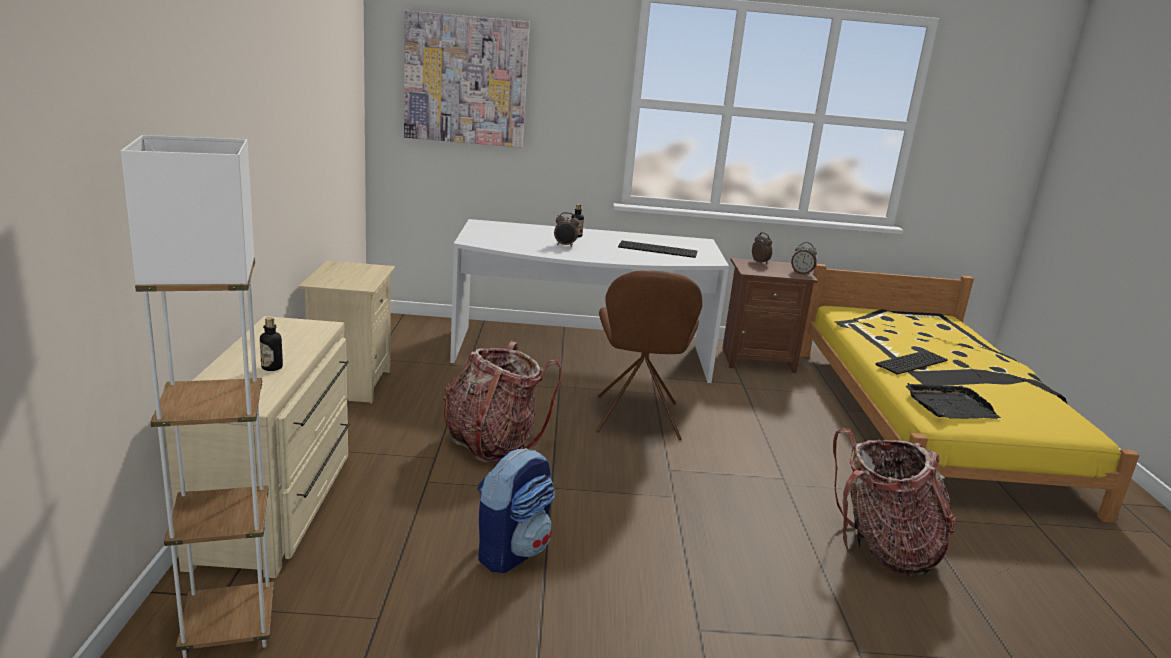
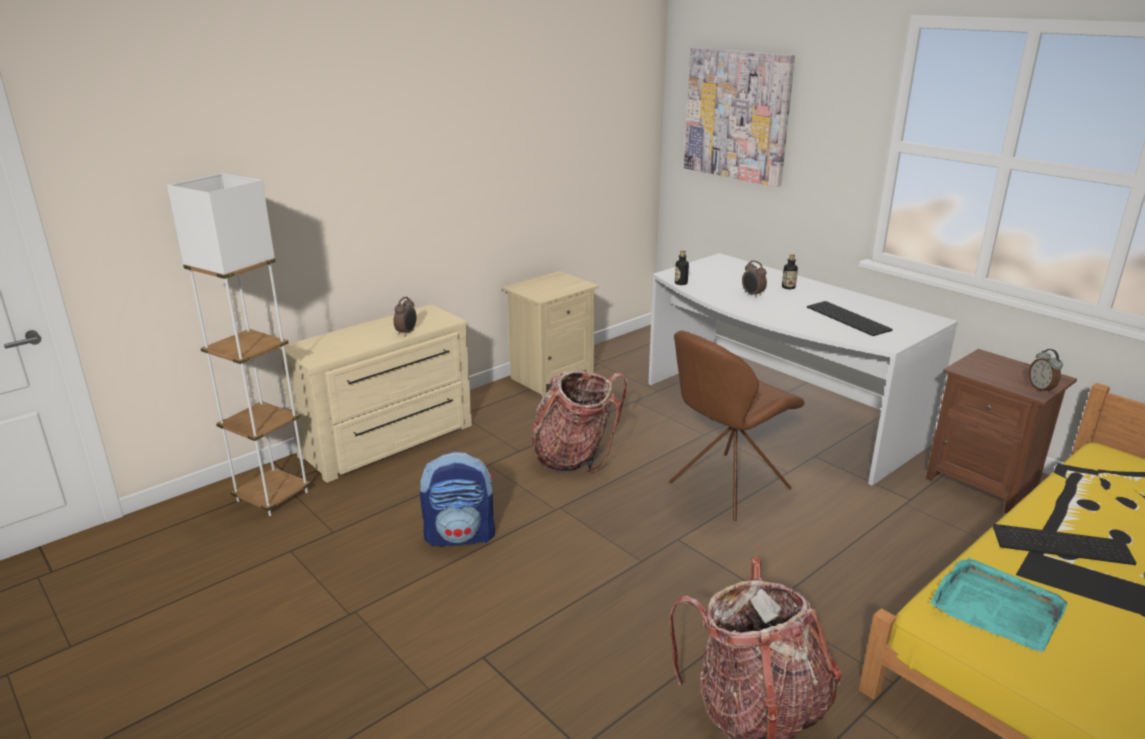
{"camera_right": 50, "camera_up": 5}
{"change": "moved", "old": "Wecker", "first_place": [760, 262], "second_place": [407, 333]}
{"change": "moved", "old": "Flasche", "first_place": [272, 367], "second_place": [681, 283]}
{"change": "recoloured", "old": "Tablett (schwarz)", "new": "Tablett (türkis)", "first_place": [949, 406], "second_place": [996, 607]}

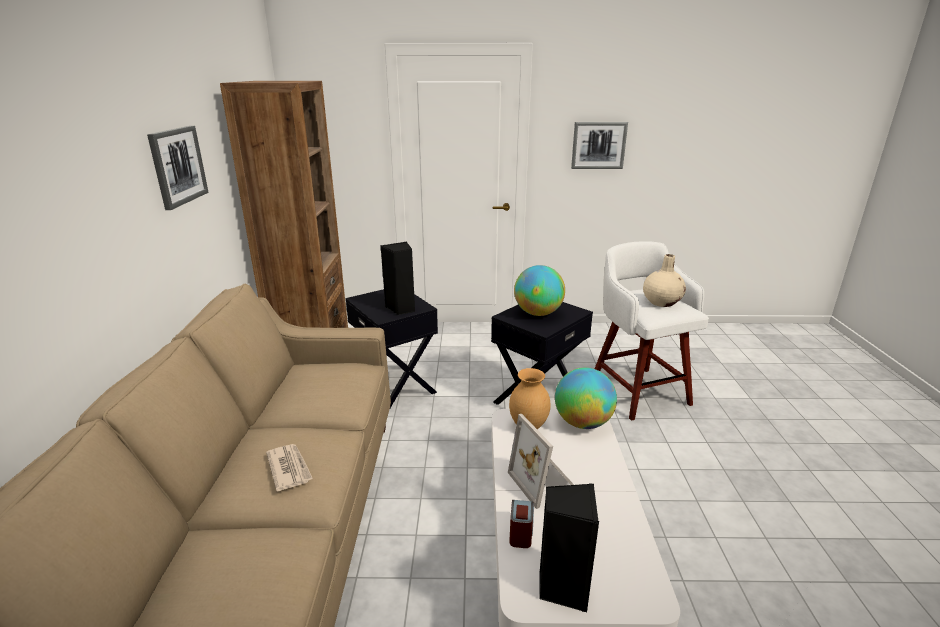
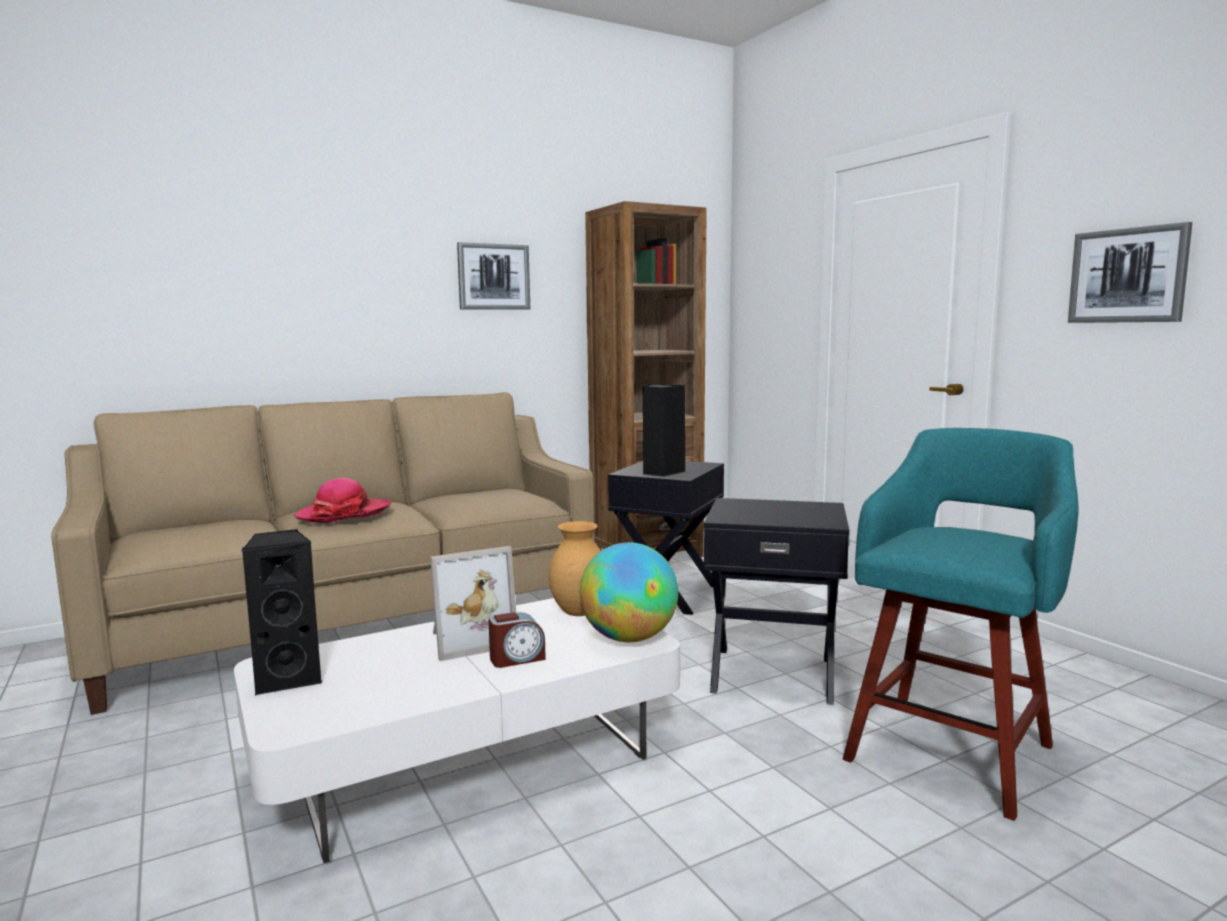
{"camera_right": 60, "camera_up": -15}
{"change": "recoloured", "old": "Hocker (weiß)", "new": "Hocker (türkis)", "first_place": [637, 391], "second_place": [952, 749]}
{"change": "removed", "old": "Vase (beige)", "first_place": [662, 302]}
{"change": "removed", "old": "Globus", "first_place": [538, 313]}
{"change": "turned", "old": "Bilderrahmen", "first_place": [544, 482], "second_place": [470, 639], "degrees": -150}
{"change": "replaced", "old": "Zeitung", "new": "Hut", "first_place": [289, 468], "second_place": [344, 514]}
{"change": "moved", "old": "Wecker", "first_place": [521, 532], "second_place": [517, 659]}

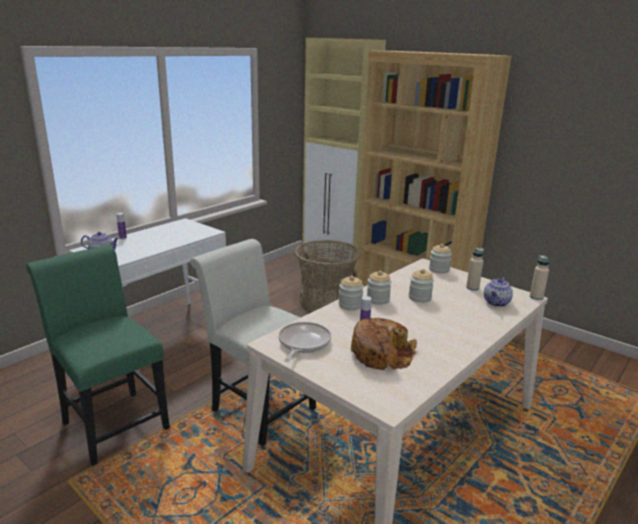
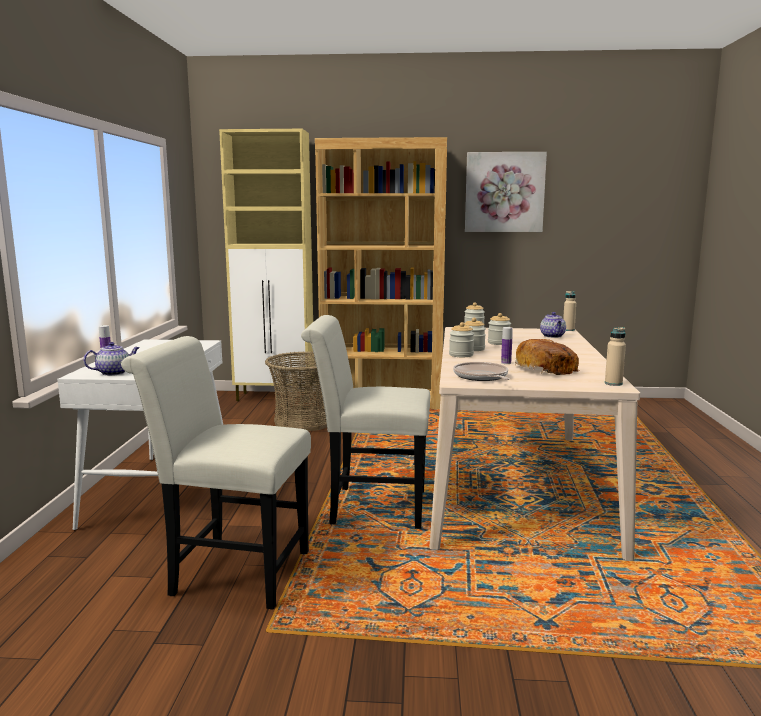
{"camera_right": -35, "camera_up": -10}
{"change": "recoloured", "old": "Stuhl (grün)", "new": "Stuhl (weiß)", "first_place": [112, 421], "second_place": [231, 572]}
{"change": "moved", "old": "Flasche (beige)", "first_place": [472, 288], "second_place": [613, 383]}
{"change": "added", "new": "Bild", "second_place": [504, 192]}

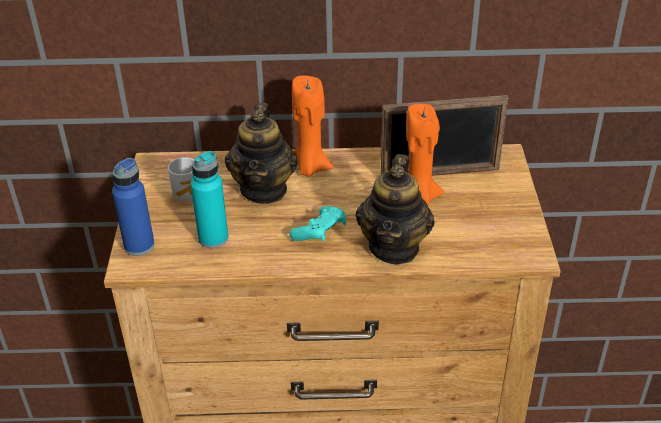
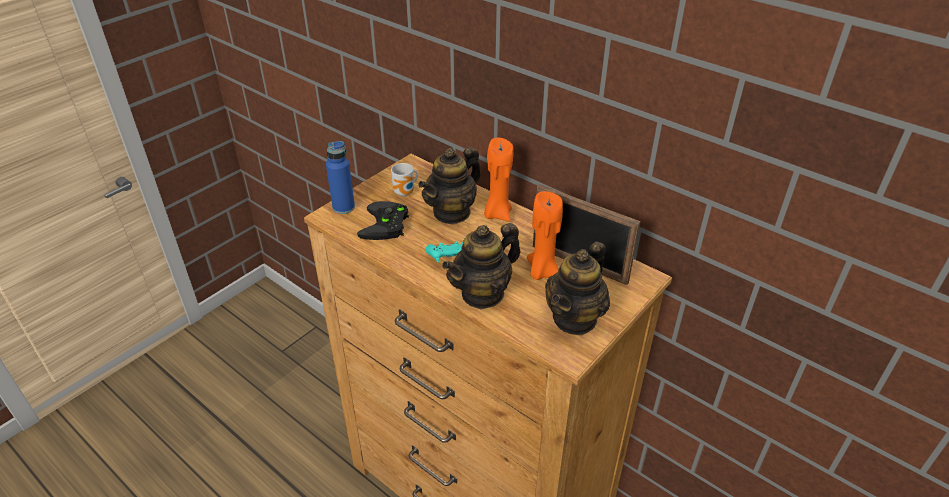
{"camera_right": 40, "camera_up": 0}
{"change": "replaced", "old": "Flasche (türkis)", "new": "Gamepad (schwarz)", "first_place": [213, 238], "second_place": [386, 225]}
{"change": "added", "new": "Teekanne", "second_place": [575, 318]}

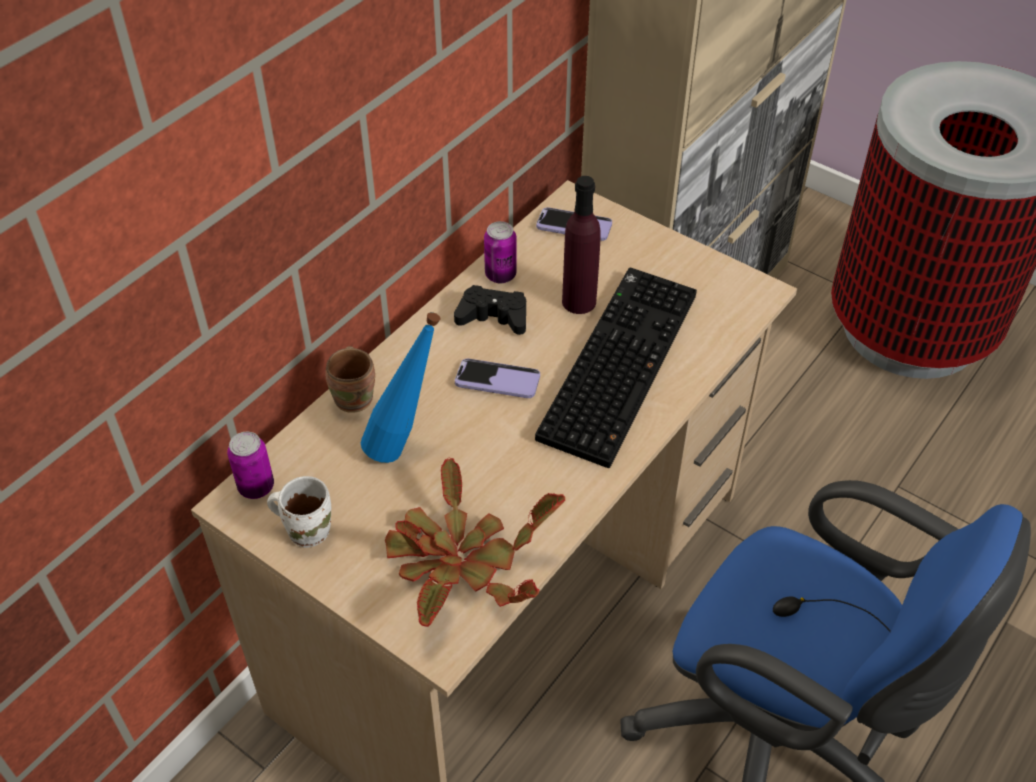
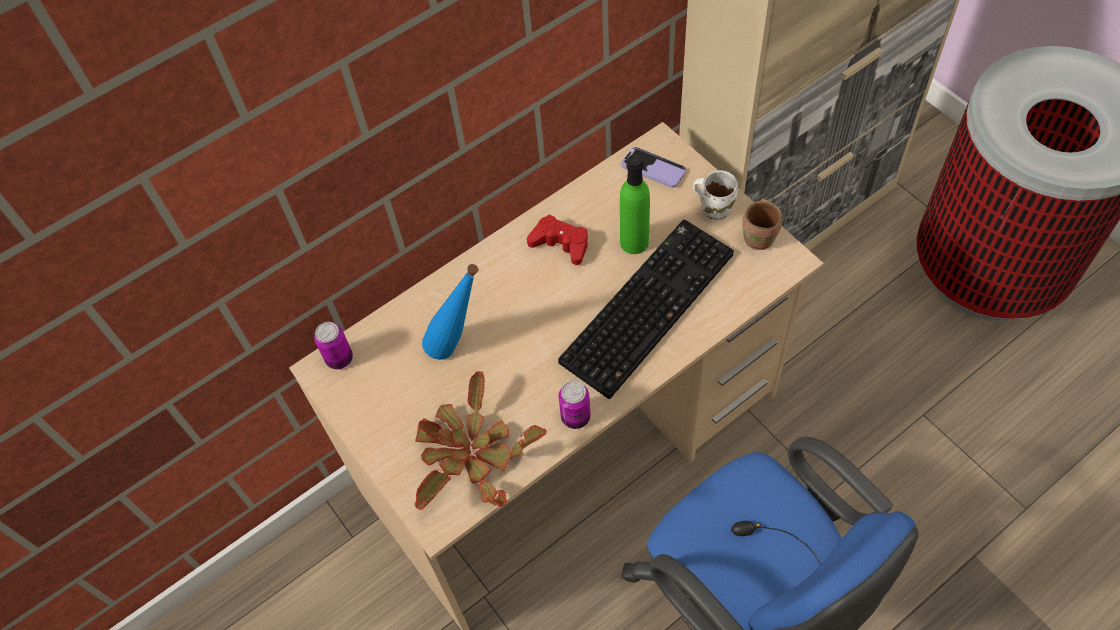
{"camera_right": 20, "camera_up": 10}
{"change": "recoloured", "old": "Flasche (lila)", "new": "Flasche (grün)", "first_place": [579, 302], "second_place": [634, 242]}
{"change": "moved", "old": "Dose", "first_place": [500, 275], "second_place": [575, 417]}
{"change": "recoloured", "old": "Gamepad (schwarz)", "new": "Gamepad (rot)", "first_place": [493, 317], "second_place": [560, 243]}
{"change": "moved", "old": "Henkelbecher (braun)", "first_place": [356, 397], "second_place": [760, 237]}
{"change": "removed", "old": "Handy", "first_place": [497, 380]}
{"change": "moved", "old": "Henkelbecher (weiß)", "first_place": [307, 529], "second_place": [715, 207]}

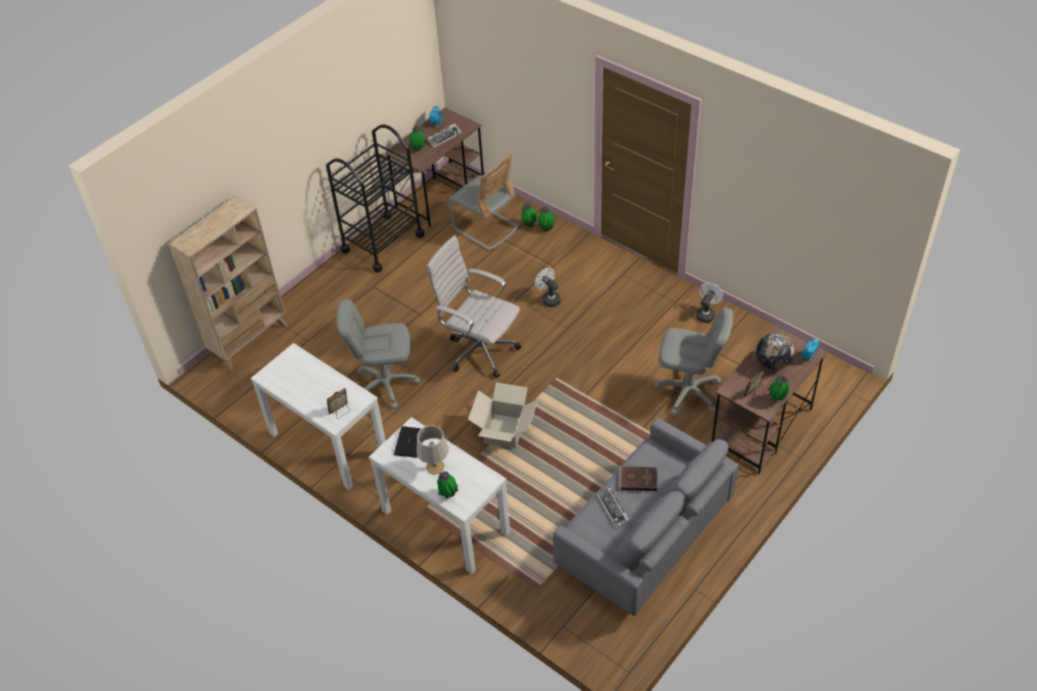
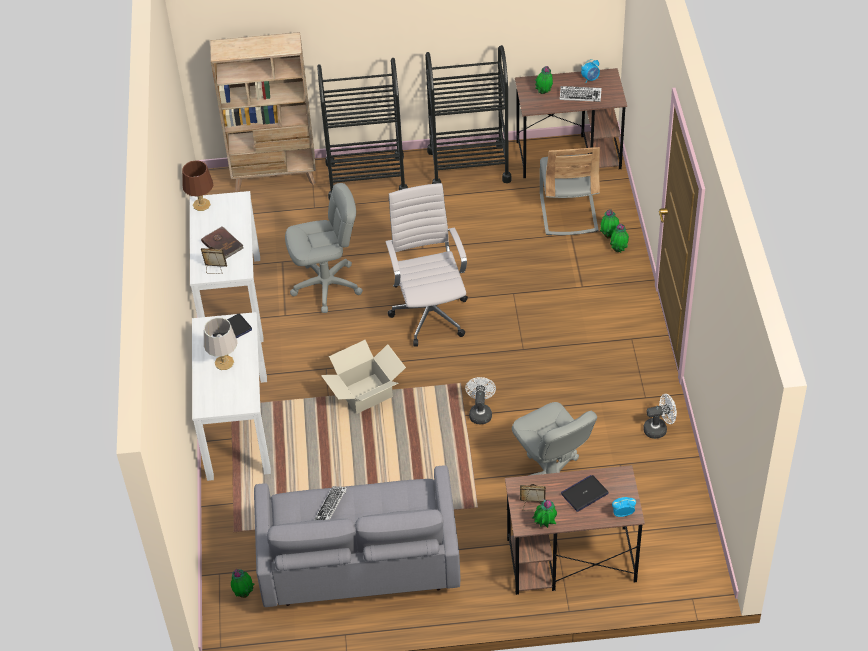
{"camera_right": 45, "camera_up": 0}
{"change": "moved", "old": "Ventilator (weiß)", "first_place": [549, 298], "second_place": [480, 412]}
{"change": "turned", "old": "Bürostuhl (grau)", "first_place": [385, 384], "second_place": [327, 286], "degrees": 120}
{"change": "replaced", "old": "Globus", "new": "Laptop", "first_place": [772, 363], "second_place": [584, 493]}
{"change": "moved", "old": "Buch (braun)", "first_place": [638, 479], "second_place": [222, 244]}
{"change": "moved", "old": "Topfpflanze", "first_place": [448, 494], "second_place": [244, 593]}
{"change": "added", "new": "Rollwagen (schwarz)", "second_place": [366, 178]}
{"change": "added", "new": "Tischlampe (braun)", "second_place": [202, 205]}

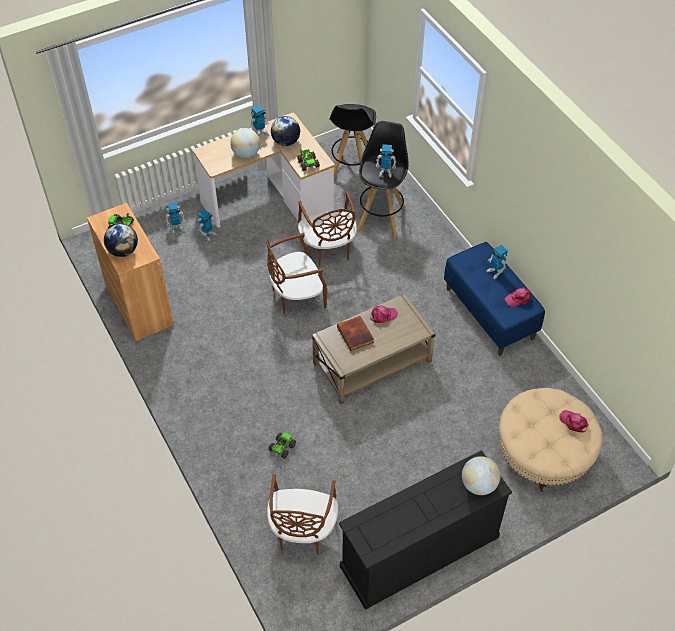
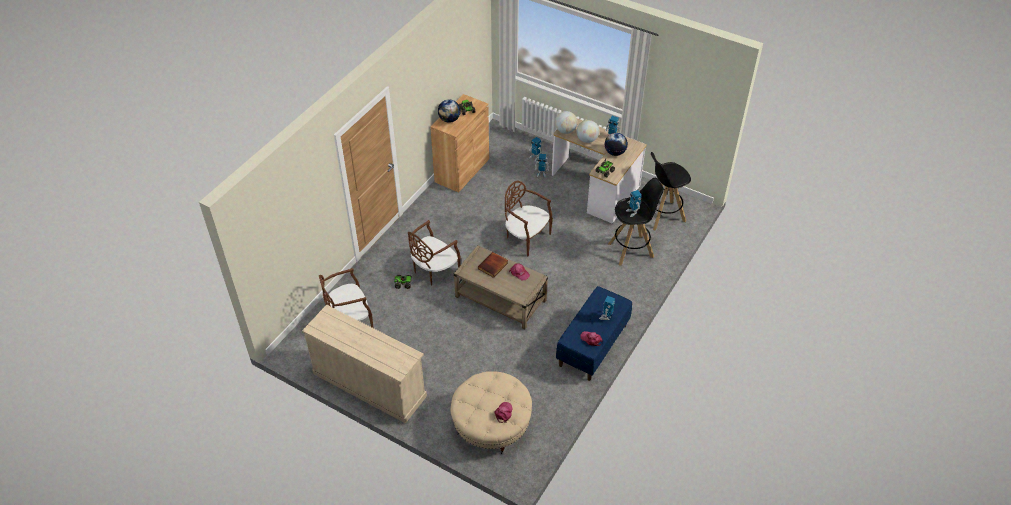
{"camera_right": 60, "camera_up": -5}
{"change": "moved", "old": "Stuhl (braun)", "first_place": [328, 249], "second_place": [434, 270]}
{"change": "recoloured", "old": "Kommode (schwarz)", "new": "Kommode (beige)", "first_place": [419, 552], "second_place": [368, 384]}
{"change": "moved", "old": "Globus", "first_place": [478, 485], "second_place": [565, 131]}

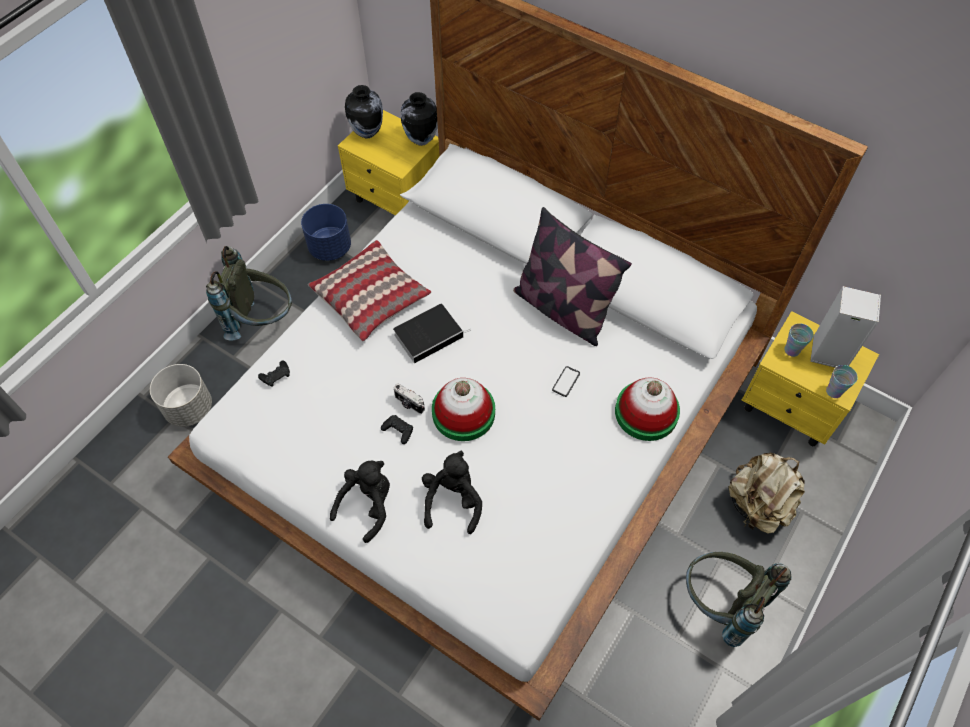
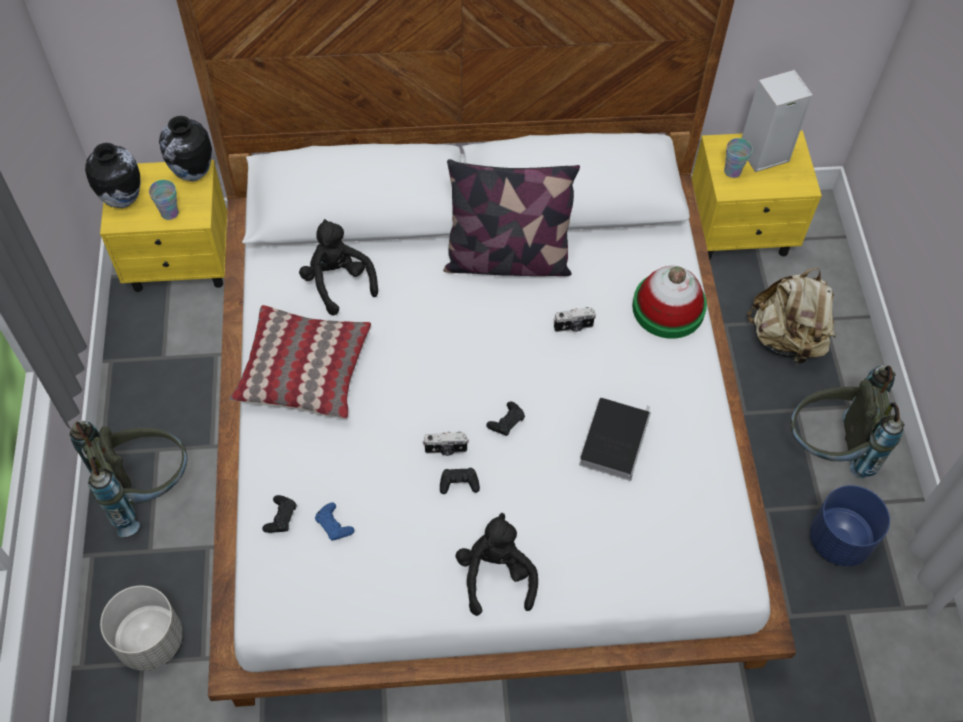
{"camera_right": -40, "camera_up": 0}
{"change": "moved", "old": "Pflanzkübel (blau)", "first_place": [330, 247], "second_place": [839, 539]}
{"change": "moved", "old": "Buch", "first_place": [430, 334], "second_place": [614, 439]}
{"change": "moved", "old": "Tasse", "first_place": [834, 391], "second_place": [169, 213]}
{"change": "replaced", "old": "Handy", "new": "Kamera", "first_place": [566, 381], "second_place": [573, 327]}
{"change": "replaced", "old": "Hut", "new": "Gamepad (schwarz)", "first_place": [463, 412], "second_place": [506, 421]}
{"change": "moved", "old": "Plüschtier (schwarz)", "first_place": [453, 500], "second_place": [338, 282]}
{"change": "added", "new": "Gamepad (blau)", "second_place": [334, 525]}

